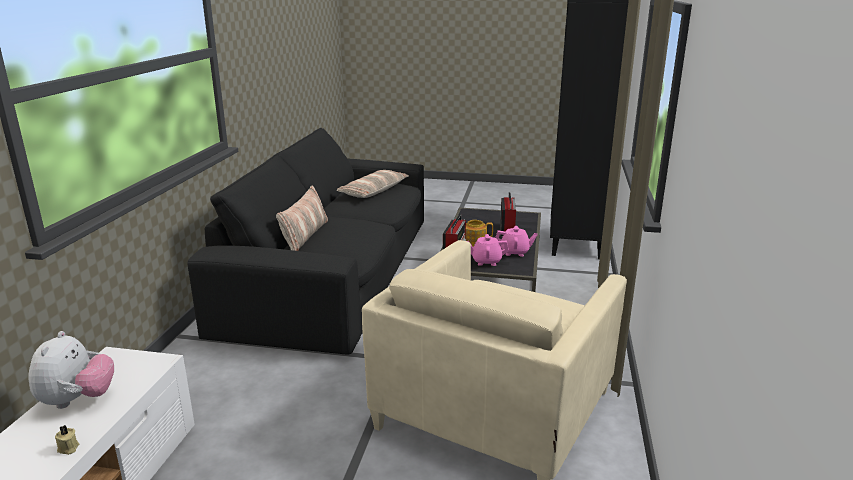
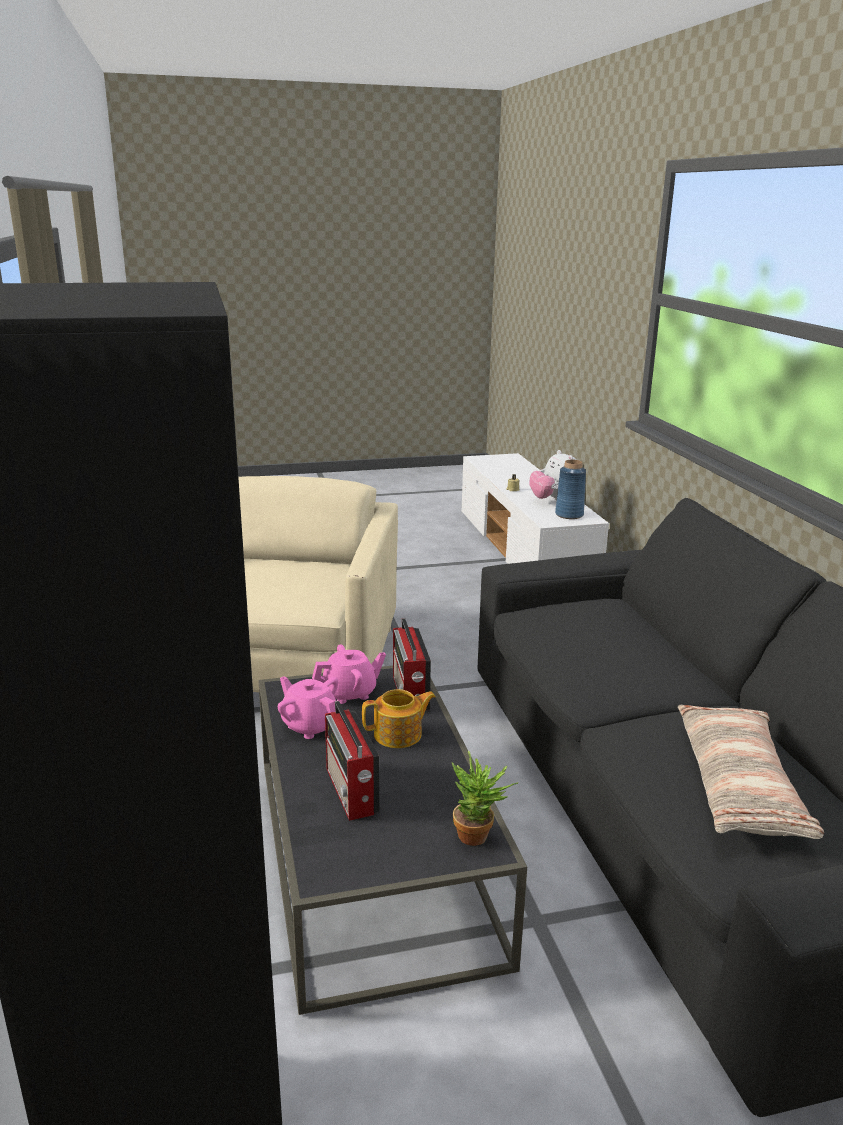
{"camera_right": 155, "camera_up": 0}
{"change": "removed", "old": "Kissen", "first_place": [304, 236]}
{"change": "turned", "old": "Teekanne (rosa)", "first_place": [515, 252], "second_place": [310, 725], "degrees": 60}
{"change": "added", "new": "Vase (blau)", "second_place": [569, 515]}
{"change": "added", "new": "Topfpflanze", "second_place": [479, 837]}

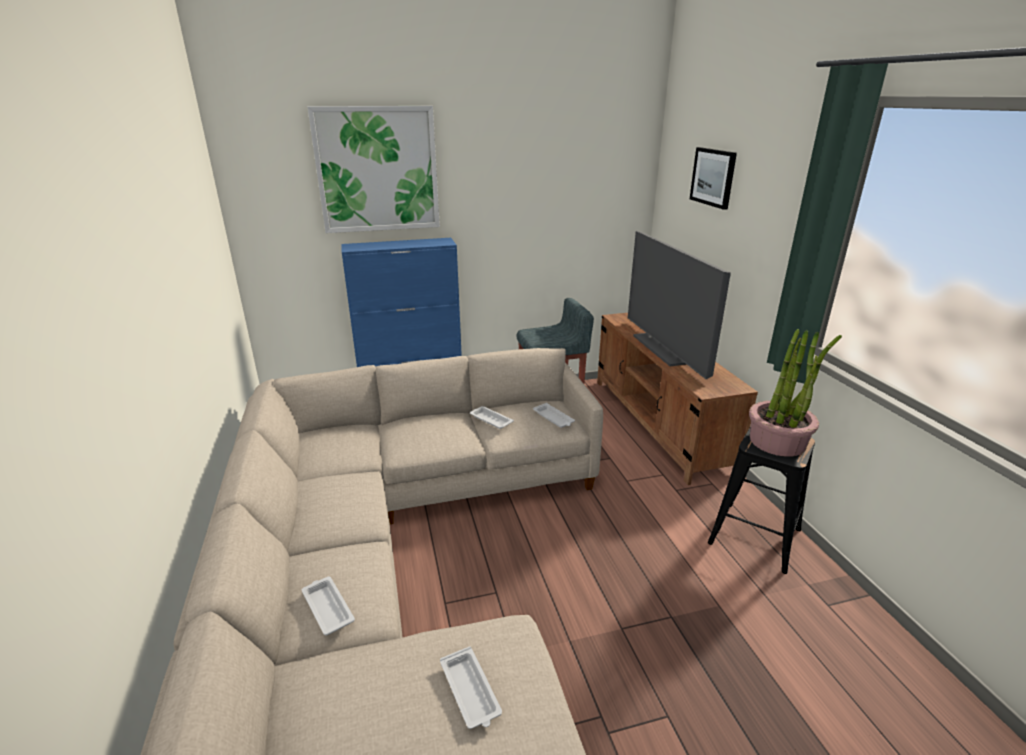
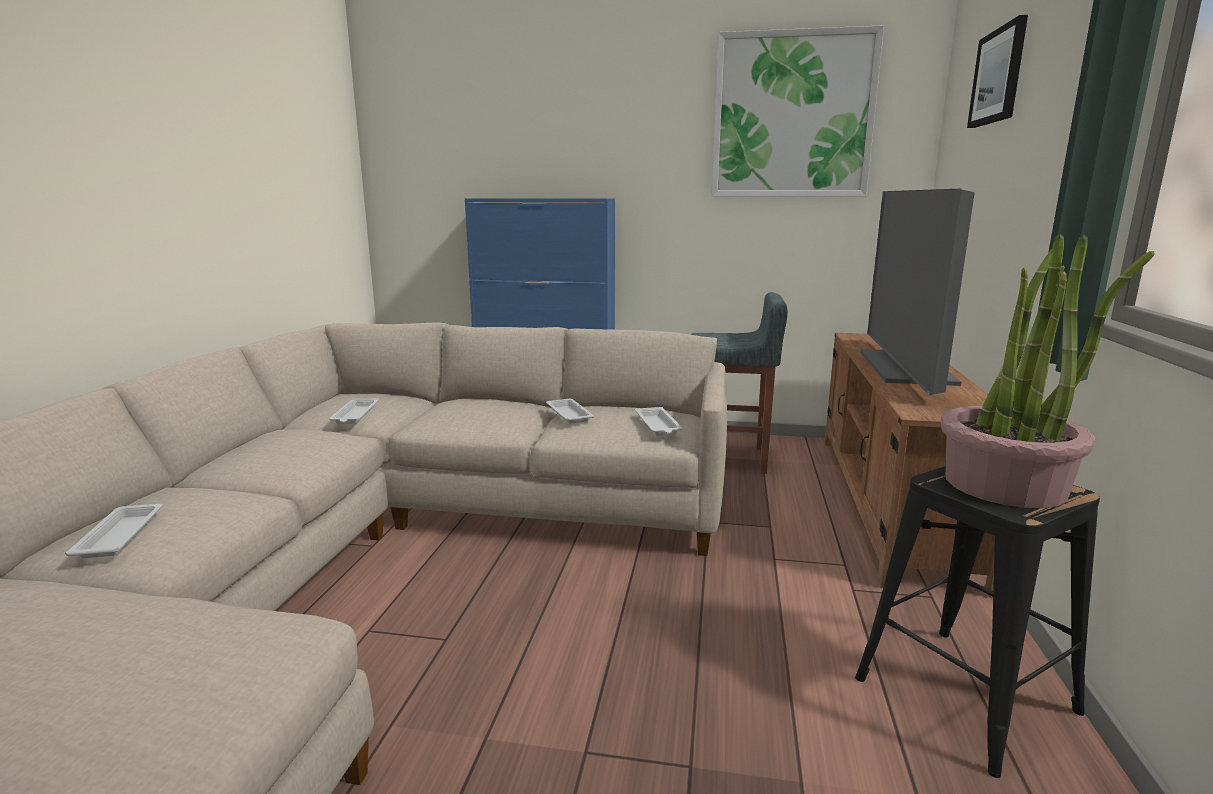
{"camera_right": 25, "camera_up": -10}
{"change": "moved", "old": "Bild", "first_place": [377, 170], "second_place": [792, 116]}
{"change": "moved", "old": "Tablett (weiß)", "first_place": [470, 692], "second_place": [355, 415]}

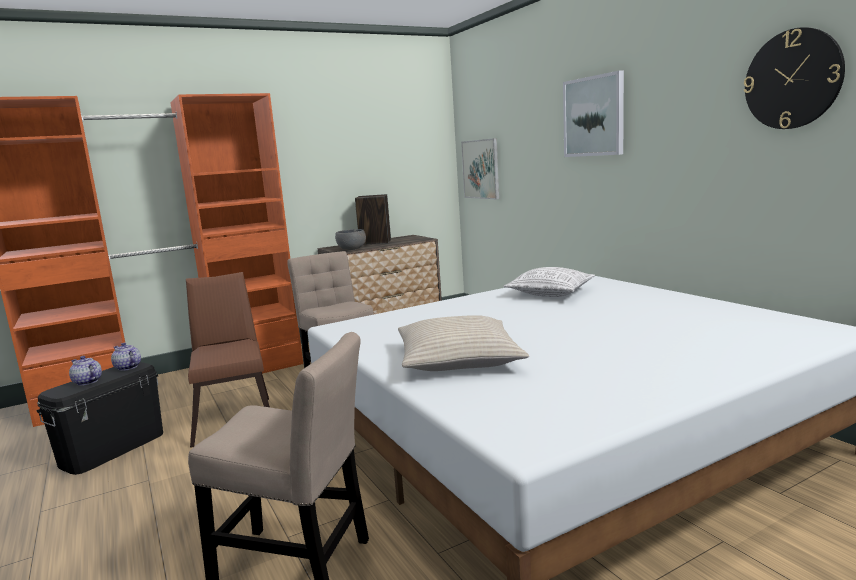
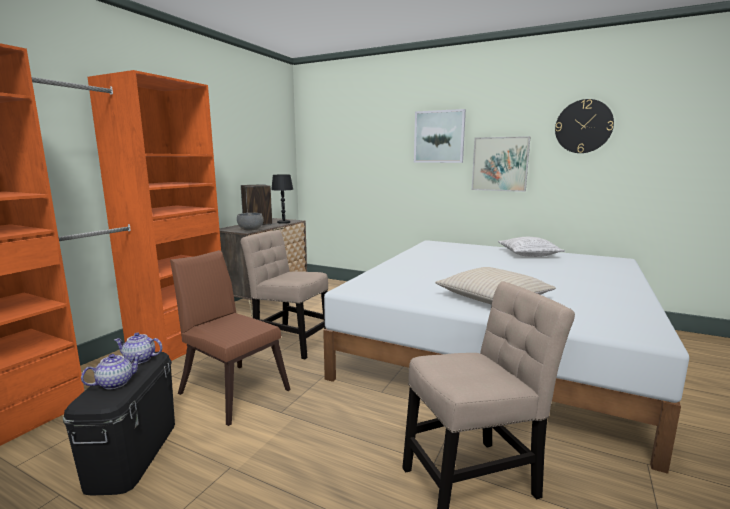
{"camera_right": -35, "camera_up": 0}
{"change": "moved", "old": "Bild", "first_place": [481, 169], "second_place": [500, 164]}
{"change": "moved", "old": "Kissen", "first_place": [550, 293], "second_place": [529, 254]}
{"change": "turned", "old": "Teekanne", "first_place": [87, 382], "second_place": [115, 383], "degrees": 135}
{"change": "added", "new": "Tischlampe (schwarz)", "second_place": [284, 222]}

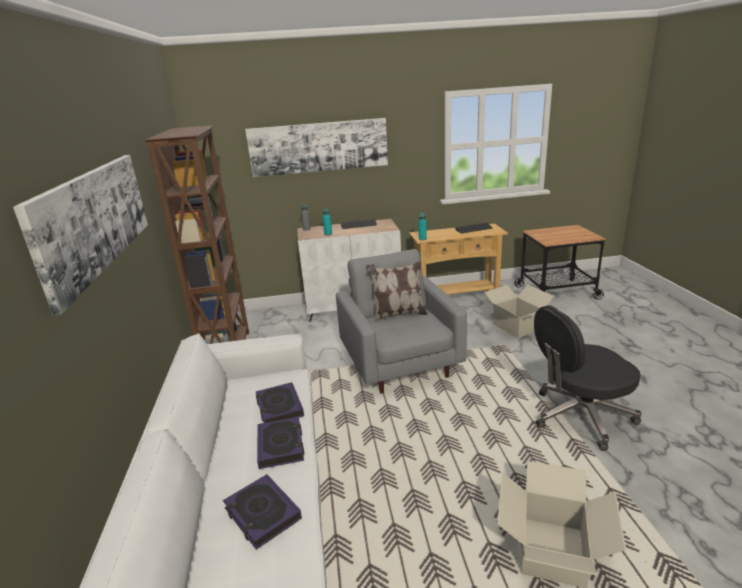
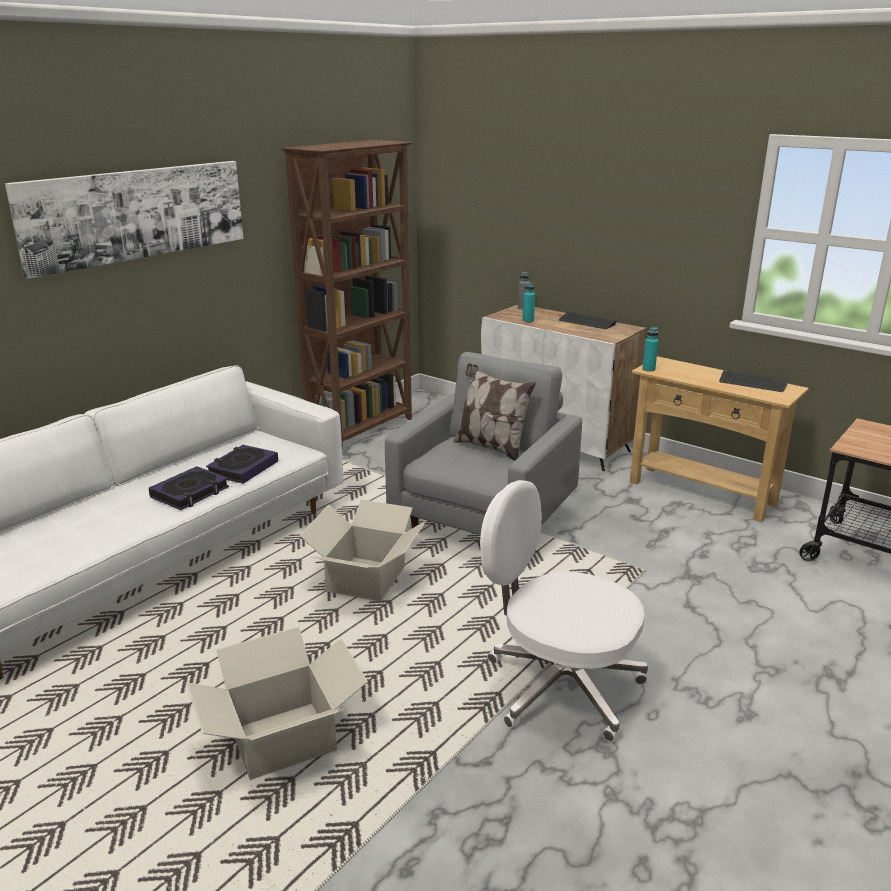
{"camera_right": 45, "camera_up": 0}
{"change": "removed", "old": "Bild", "first_place": [318, 147]}
{"change": "moved", "old": "Karton", "first_place": [517, 326], "second_place": [367, 579]}
{"change": "recoloured", "old": "Bürostuhl (schwarz)", "new": "Bürostuhl (weiß)", "first_place": [580, 416], "second_place": [559, 685]}
{"change": "removed", "old": "Buch", "first_place": [262, 514]}

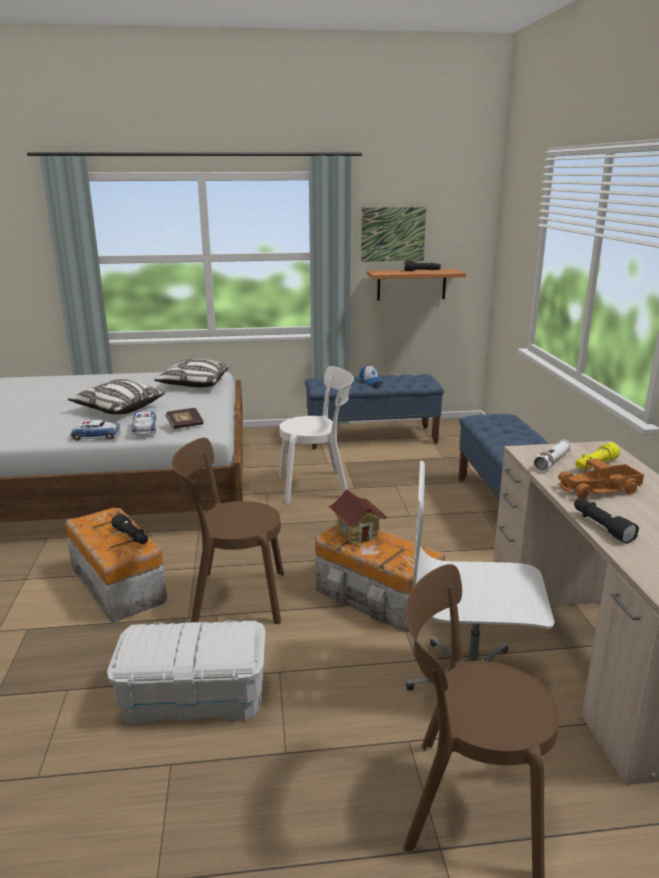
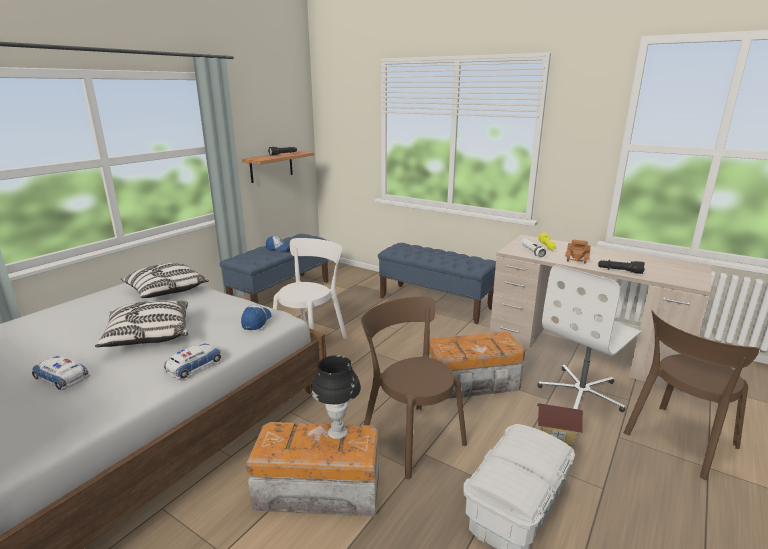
{"camera_right": -50, "camera_up": 0}
{"change": "removed", "old": "Bild", "first_place": [393, 234]}
{"change": "replaced", "old": "Buch", "new": "Kappe", "first_place": [185, 425], "second_place": [256, 321]}
{"change": "moved", "old": "Spielzeugauto", "first_place": [144, 427], "second_place": [61, 377]}
{"change": "turned", "old": "Stuhl (braun)", "first_place": [233, 597], "second_place": [410, 436], "degrees": 105}
{"change": "moved", "old": "Spielzeughaus", "first_place": [357, 534], "second_place": [556, 435]}
{"change": "replaced", "old": "Taschenlampe (schwarz)", "new": "Tischlampe (schwarz)", "first_place": [132, 537], "second_place": [337, 432]}

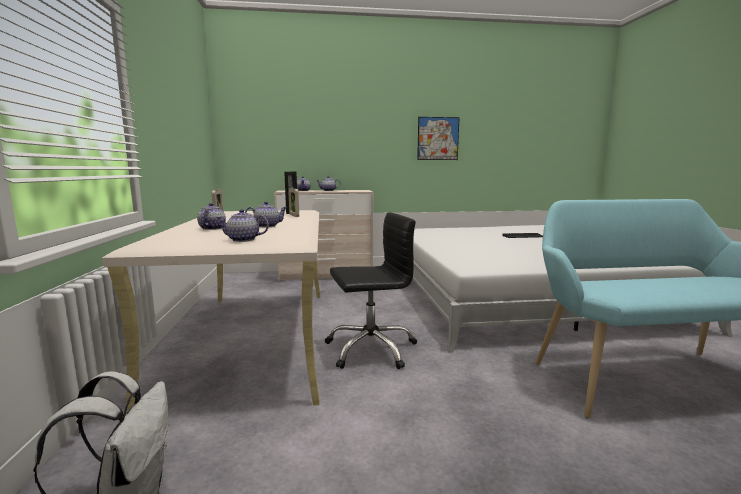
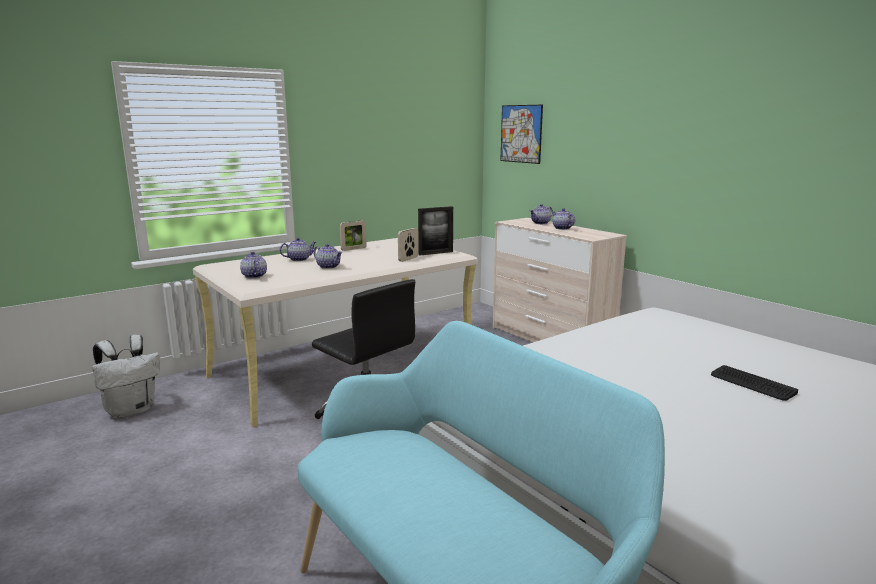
{"camera_right": 60, "camera_up": 5}
{"change": "moved", "old": "Bild", "first_place": [438, 138], "second_place": [521, 134]}

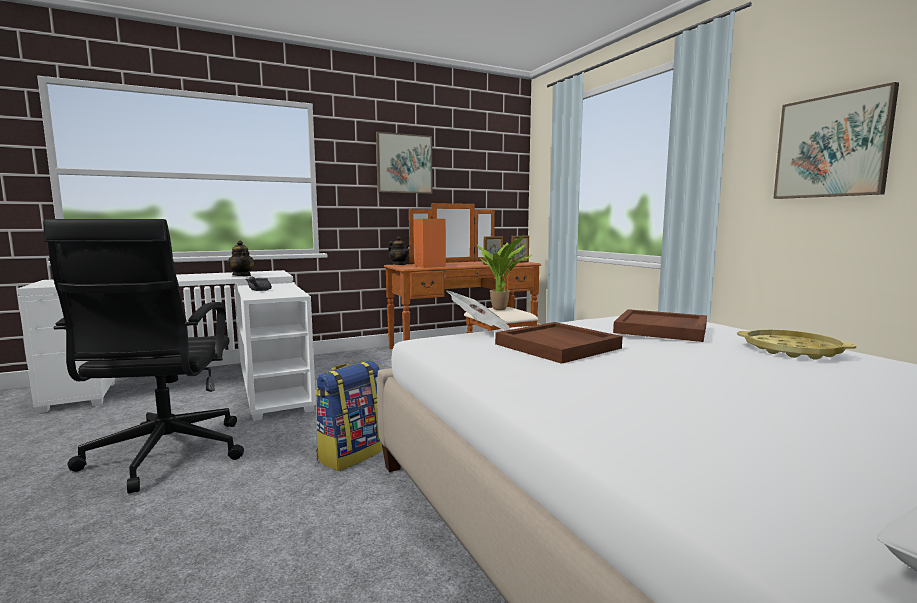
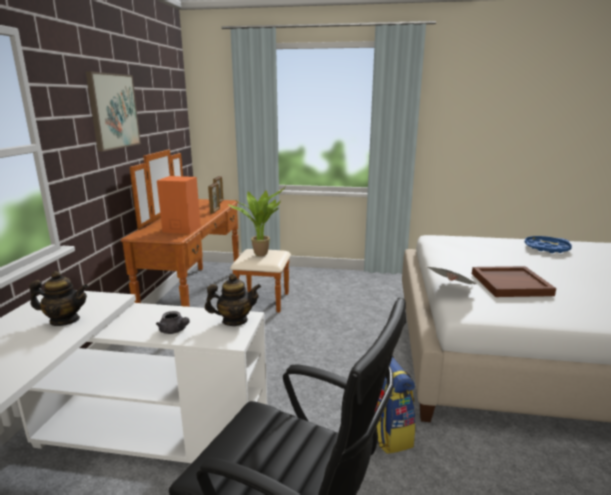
{"camera_right": -55, "camera_up": 10}
{"change": "removed", "old": "Bild", "first_place": [832, 146]}
{"change": "moved", "old": "Teekanne", "first_place": [399, 264], "second_place": [234, 321]}
{"change": "removed", "old": "Tablett (braun)", "first_place": [662, 329]}
{"change": "recoloured", "old": "Tablett (gelb)", "new": "Tablett (blau)", "first_place": [792, 350], "second_place": [546, 248]}

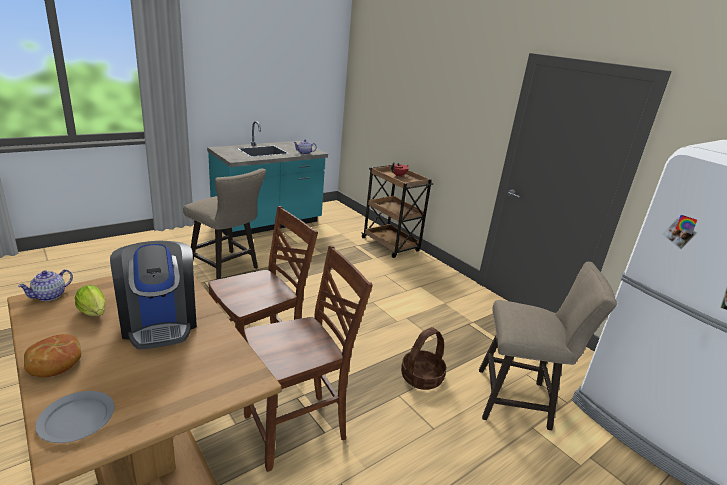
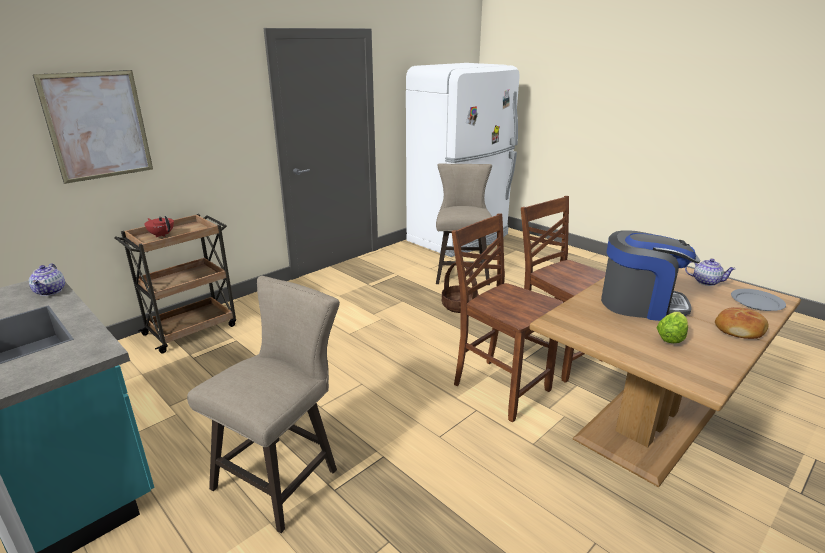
{"camera_right": -95, "camera_up": 0}
{"change": "turned", "old": "Kaffeemaschine", "first_place": [159, 322], "second_place": [640, 304], "degrees": 45}
{"change": "moved", "old": "Teekanne", "first_place": [50, 296], "second_place": [706, 282]}
{"change": "added", "new": "Bild", "second_place": [98, 126]}

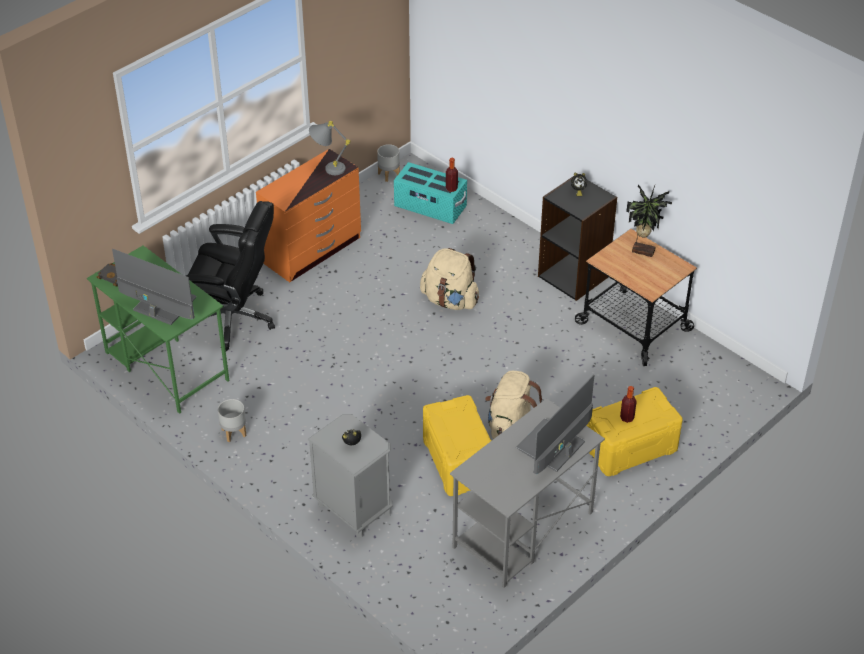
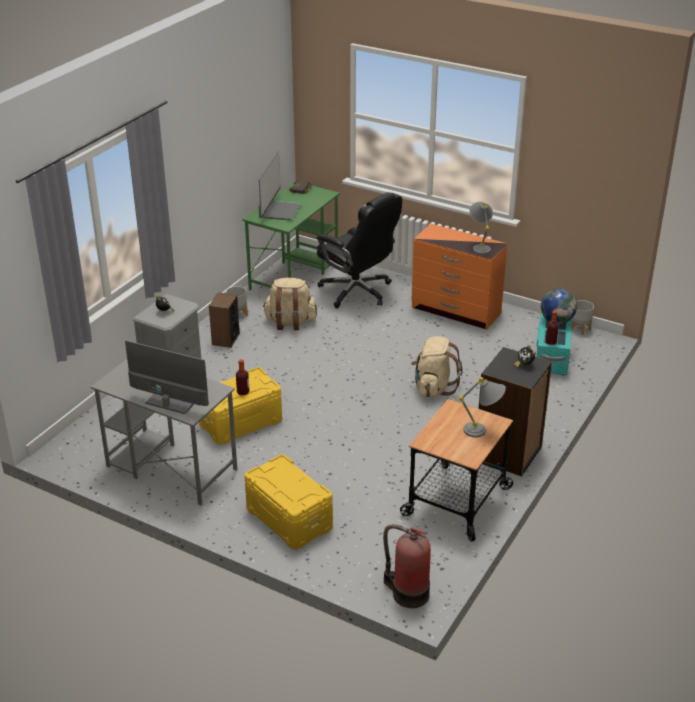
{"camera_right": 75, "camera_up": -10}
{"change": "replaced", "old": "Topfpflanze", "new": "Tischlampe (grau)", "first_place": [643, 250], "second_place": [483, 431]}
{"change": "turned", "old": "Bürostuhl (schwarz)", "first_place": [233, 318], "second_place": [357, 291], "degrees": -45}
{"change": "moved", "old": "Rucksack (beige)", "first_place": [511, 425], "second_place": [290, 322]}
{"change": "moved", "old": "Flasche", "first_place": [627, 418], "second_place": [243, 392]}
{"change": "added", "new": "Globus", "second_place": [557, 321]}
{"change": "added", "new": "Lautsprecher", "second_place": [225, 339]}
{"change": "added", "new": "Feuerlöscher", "second_place": [408, 593]}

